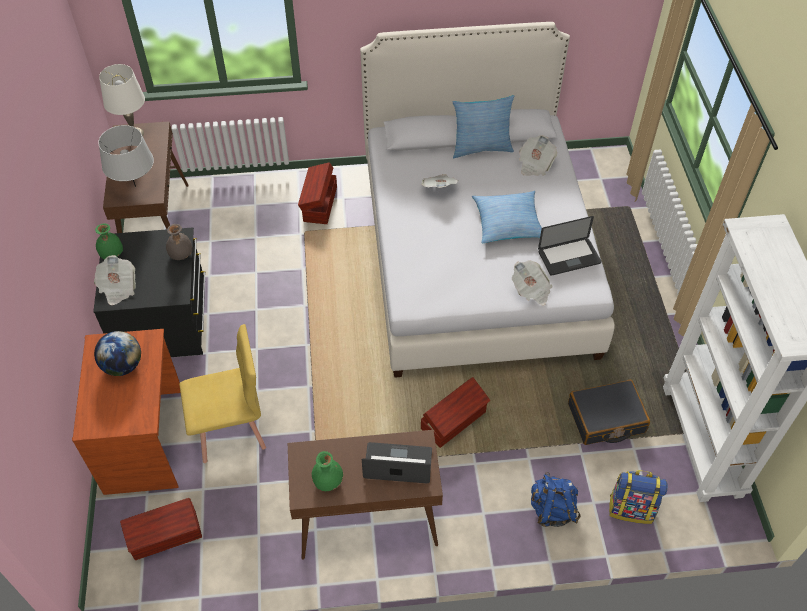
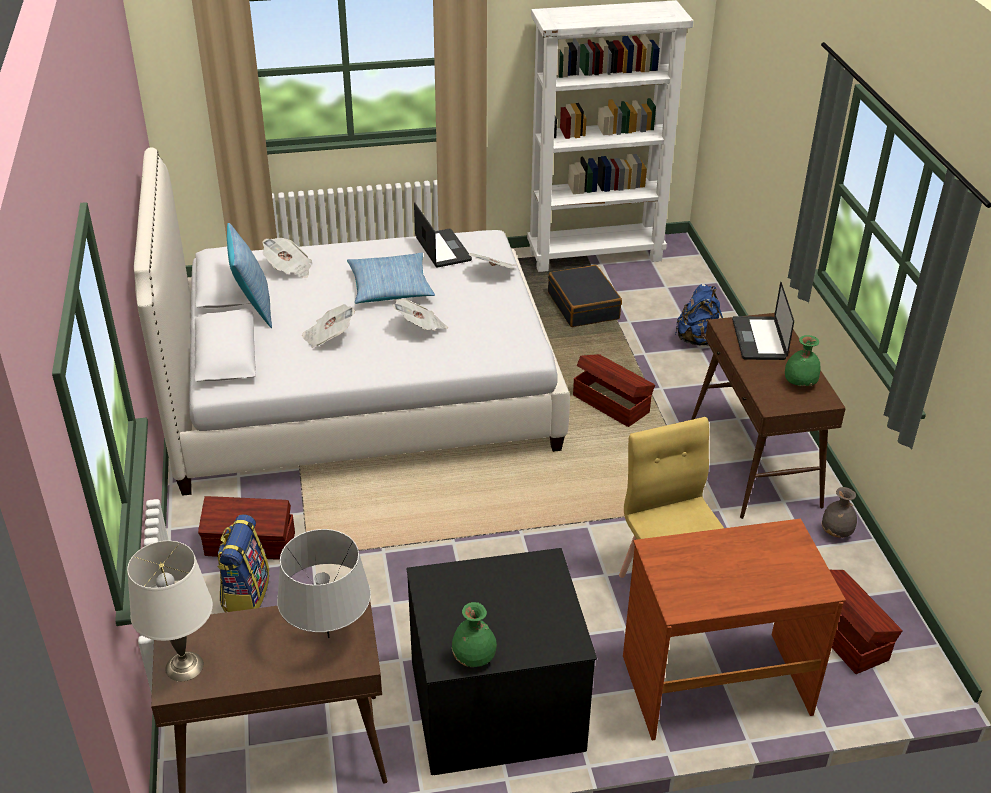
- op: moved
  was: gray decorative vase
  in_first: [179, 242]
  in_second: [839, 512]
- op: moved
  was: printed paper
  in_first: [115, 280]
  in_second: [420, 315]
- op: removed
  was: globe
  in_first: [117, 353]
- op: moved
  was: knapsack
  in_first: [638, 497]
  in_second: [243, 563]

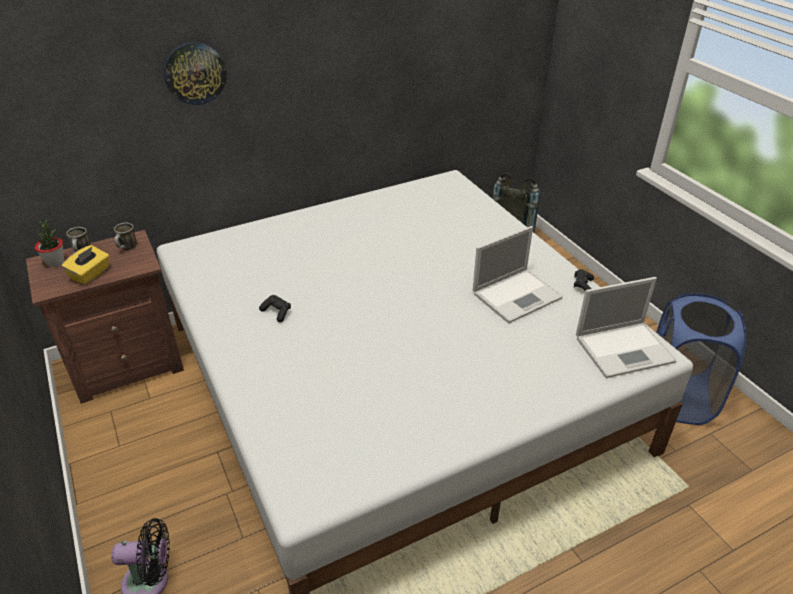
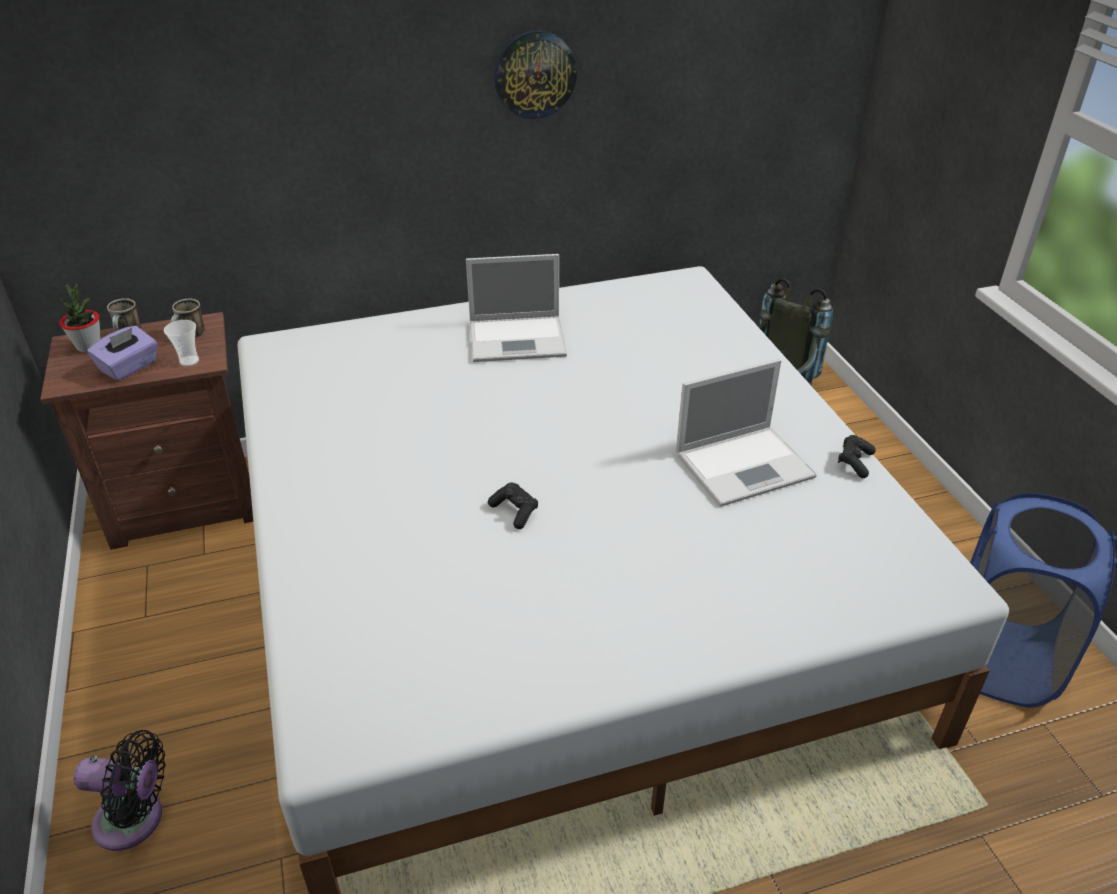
- op: moved
  was: wall clock
  in_first: [195, 73]
  in_second: [535, 74]
- op: recoloured
  was: yellowish box of tissues
  now: purple-coloured box of tissues
  in_first: [85, 265]
  in_second: [122, 353]
- op: moved
  was: portable computer
  in_first: [626, 327]
  in_second: [516, 308]
- op: moved
  was: black-coloured game controller
  in_first: [275, 308]
  in_second: [513, 505]
- op: added
  now: drinking cup
  in_second: [181, 343]

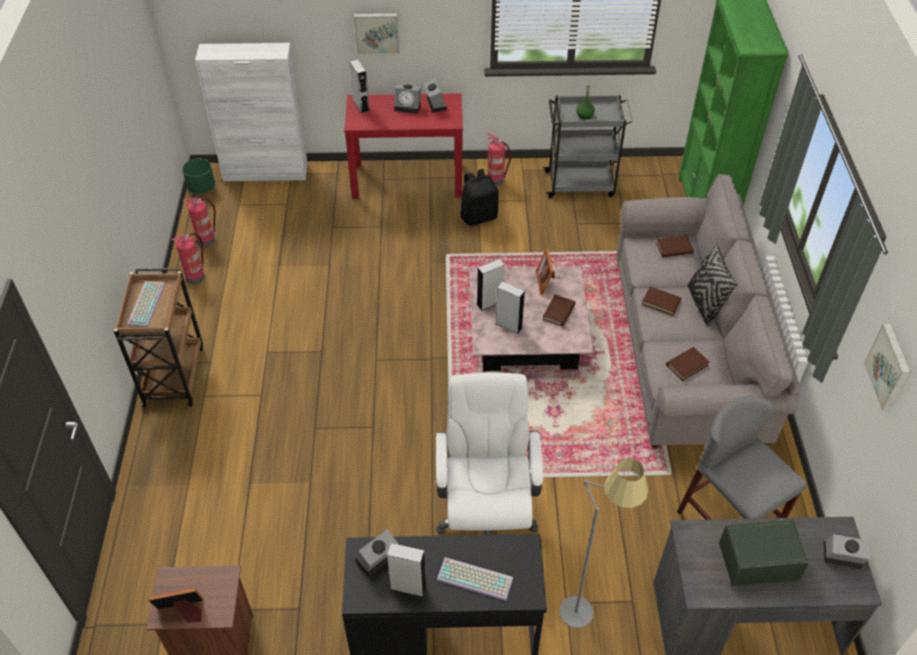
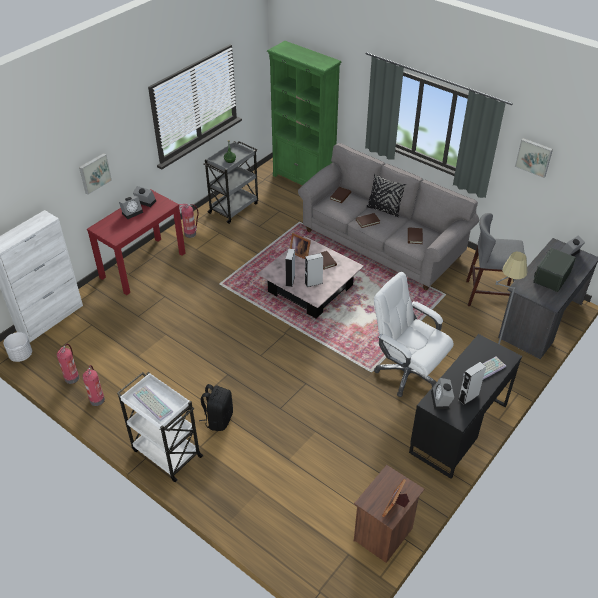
- op: removed
  was: gray speaker
  in_first: [359, 86]
- op: recoloured
  was: greenish planter
  now: whitish planter
  in_first: [198, 176]
  in_second: [18, 347]
- op: moved
  was: black-coloured knapsack
  in_first: [479, 197]
  in_second: [216, 407]
- op: recoloured
  was: brown-coloured cart
  now: whitish cart
  in_first: [158, 337]
  in_second: [160, 427]

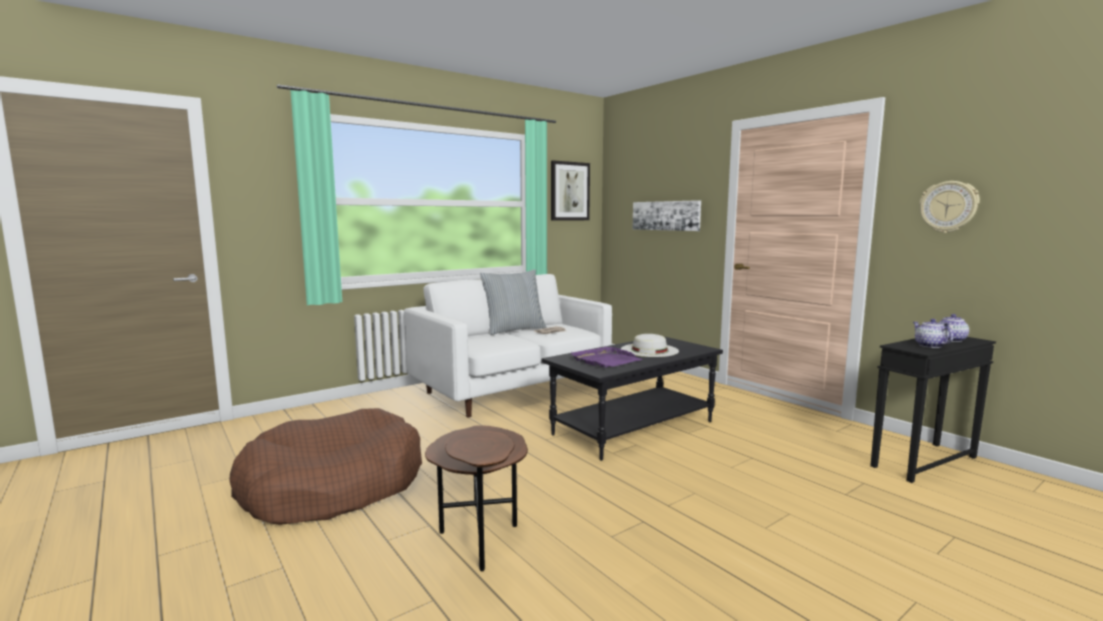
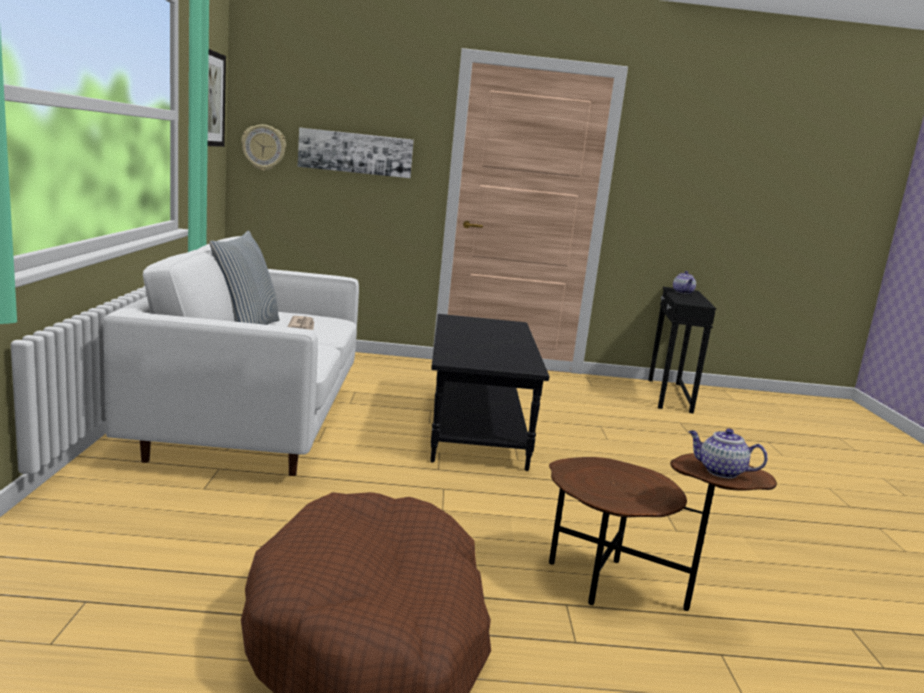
- op: moved
  was: wall clock
  in_first: [949, 207]
  in_second: [263, 148]
- op: moved
  was: pot for tea
  in_first: [933, 333]
  in_second: [728, 454]
- op: removed
  was: whitish hat
  in_first: [650, 345]
- op: removed
  was: purple-coloured tray
  in_first: [606, 357]

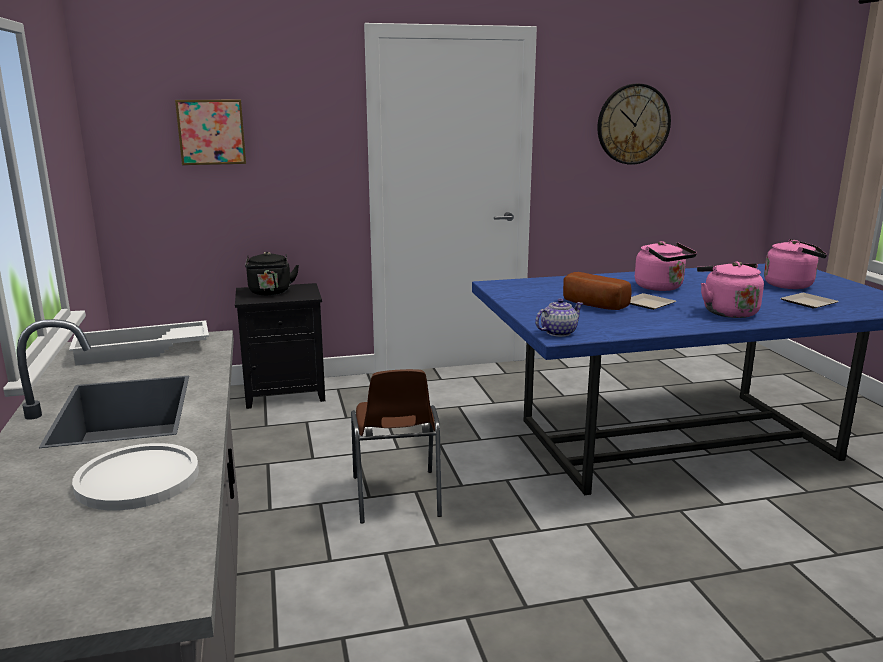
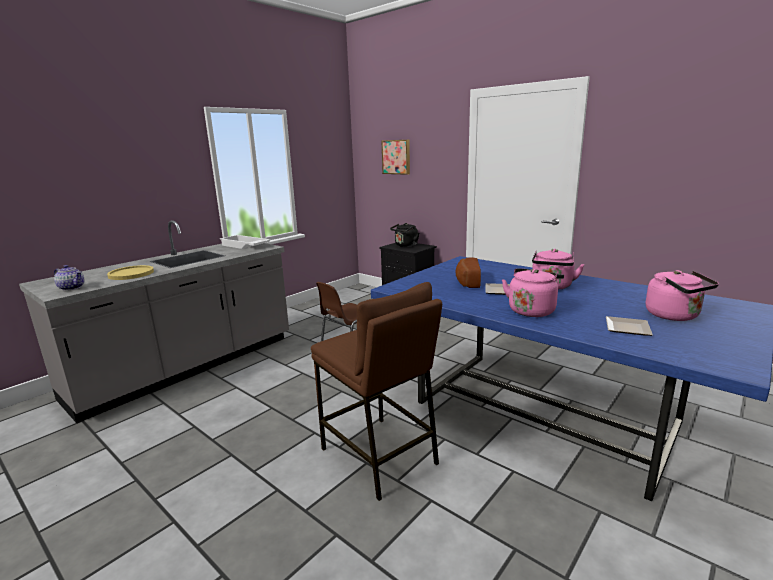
- op: removed
  was: wall clock
  in_first: [634, 124]
- op: moved
  was: pot for tea
  in_first: [559, 317]
  in_second: [69, 278]
- op: recoloured
  was: whitish flat dish
  now: yellowish flat dish
  in_first: [135, 476]
  in_second: [130, 272]
- op: added
  now: brown-coloured sitting stool
  in_second: [376, 391]

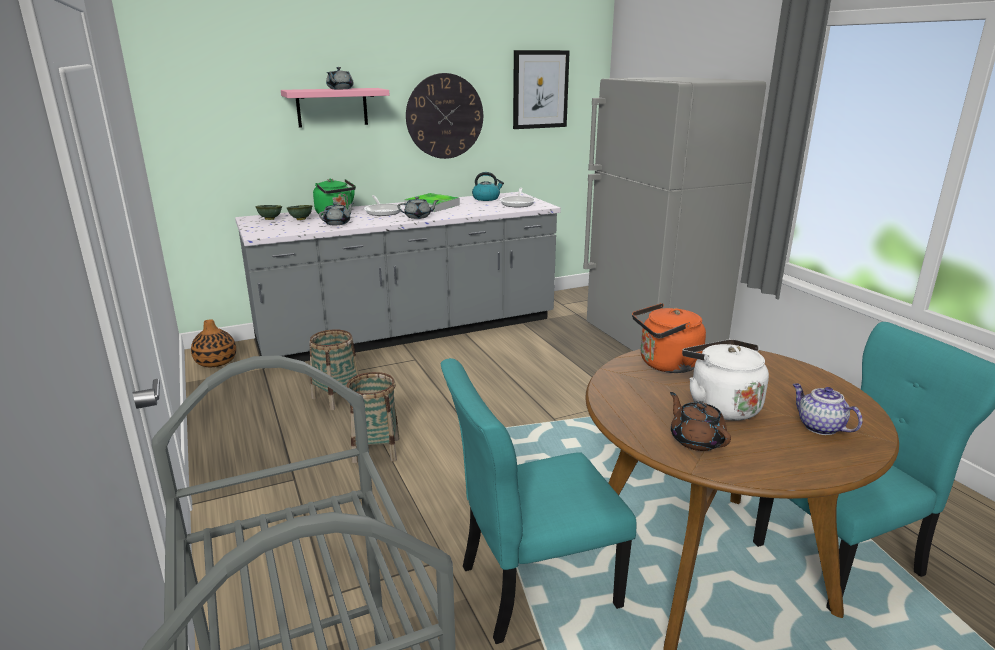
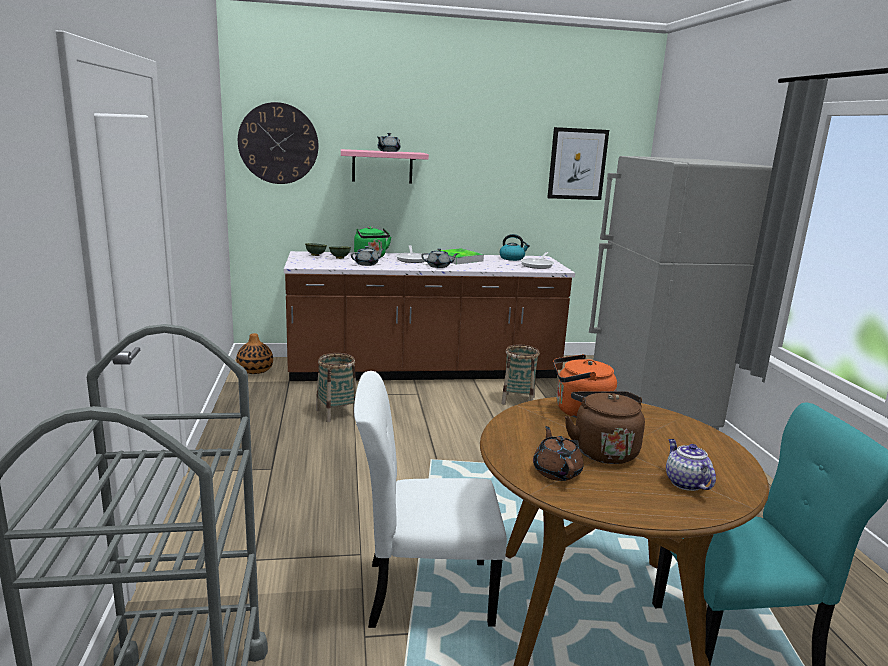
- op: moved
  was: wall clock
  in_first: [444, 116]
  in_second: [278, 143]
- op: recoloured
  was: gray counter
  now: brown-coloured counter
  in_first: [398, 280]
  in_second: [429, 316]
- op: recoloured
  was: whitish tea kettle
  now: brown-coloured tea kettle
  in_first: [725, 380]
  in_second: [605, 427]
- op: recoloured
  was: blue-green chair
  now: whitish chair
  in_first: [539, 501]
  in_second: [430, 499]
- op: moved
  was: household basket
  in_first: [373, 417]
  in_second: [520, 375]

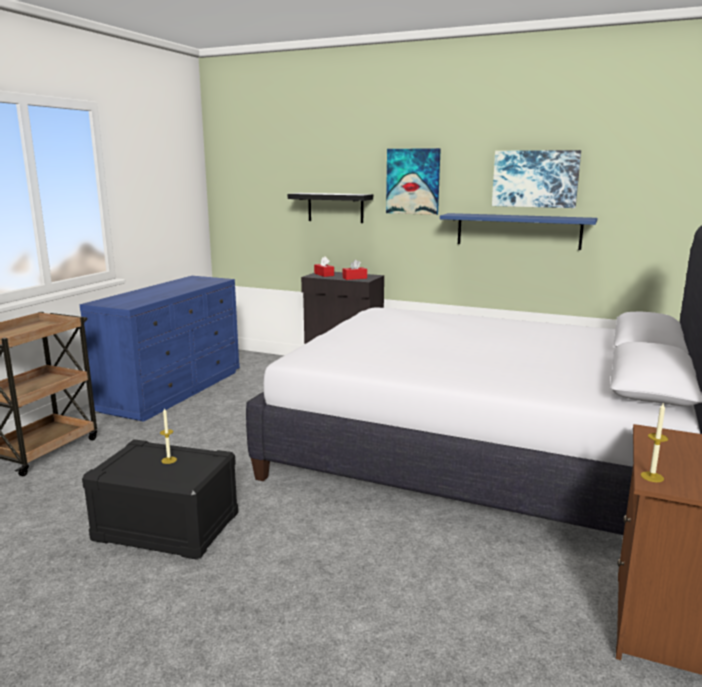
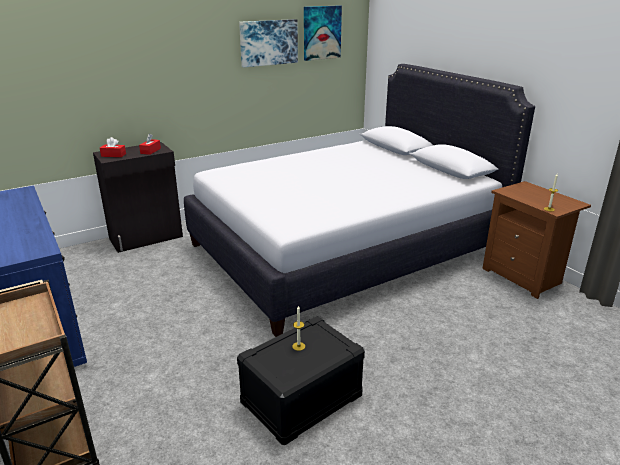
- op: moved
  was: wall art
  in_first: [413, 181]
  in_second: [323, 33]
- op: removed
  was: black-coloured wall shelf
  in_first: [330, 208]
- op: removed
  was: blue-coloured wall shelf
  in_first: [518, 231]

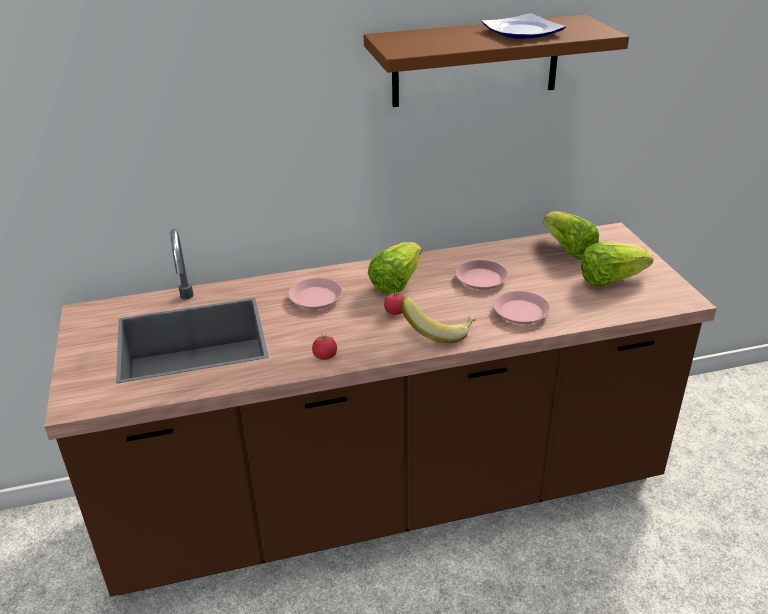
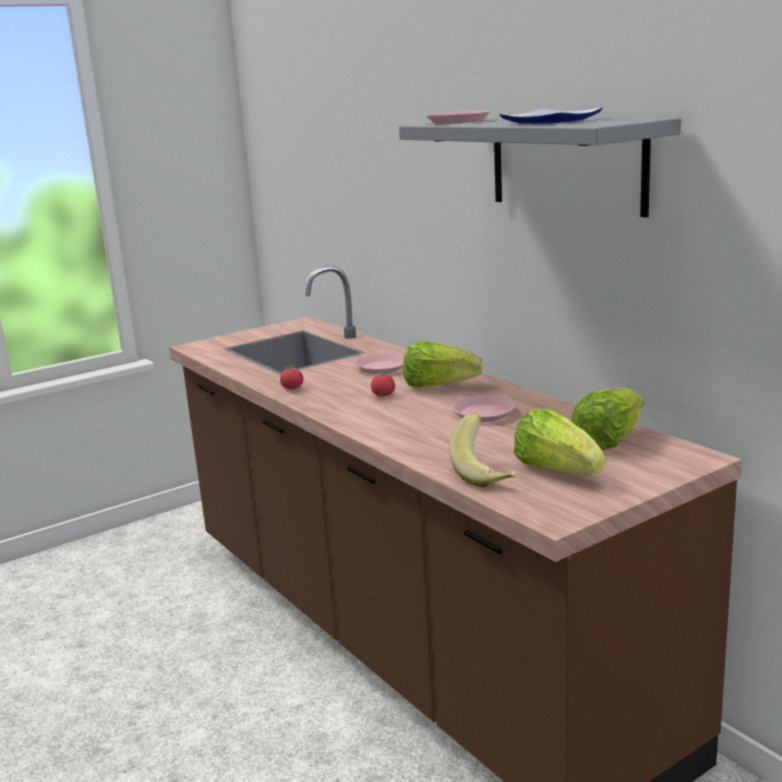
- op: recoloured
  was: brown-coloured wall shelf
  now: gray wall shelf
  in_first: [496, 61]
  in_second: [540, 168]
- op: moved
  was: pinkish flat dish
  in_first: [522, 307]
  in_second: [458, 117]
- op: moved
  was: banana fruit
  in_first: [438, 320]
  in_second: [482, 450]

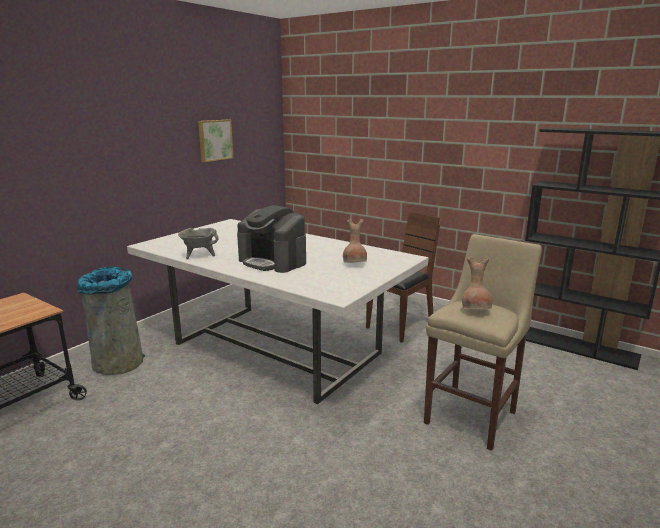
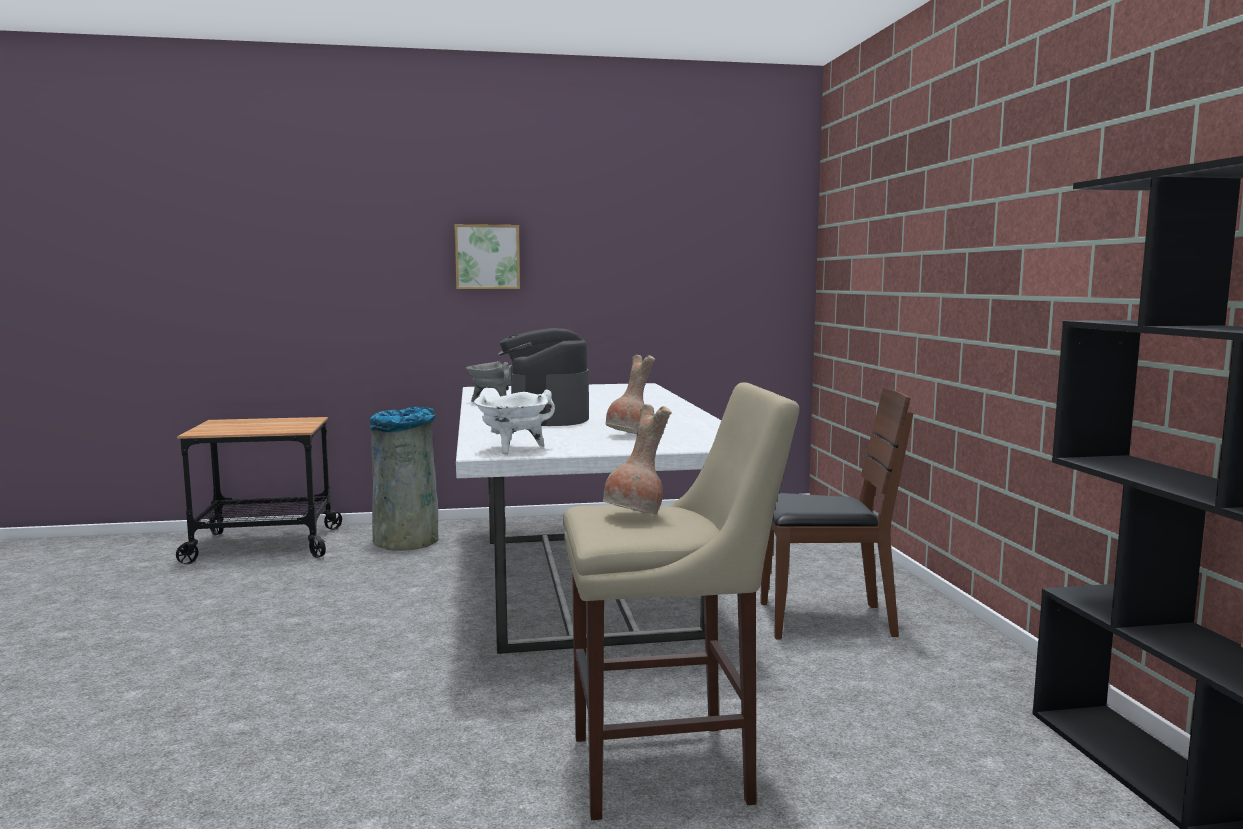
- op: moved
  was: wall art
  in_first: [215, 141]
  in_second: [487, 256]
- op: added
  now: whitish cooking pot
  in_second: [514, 422]

